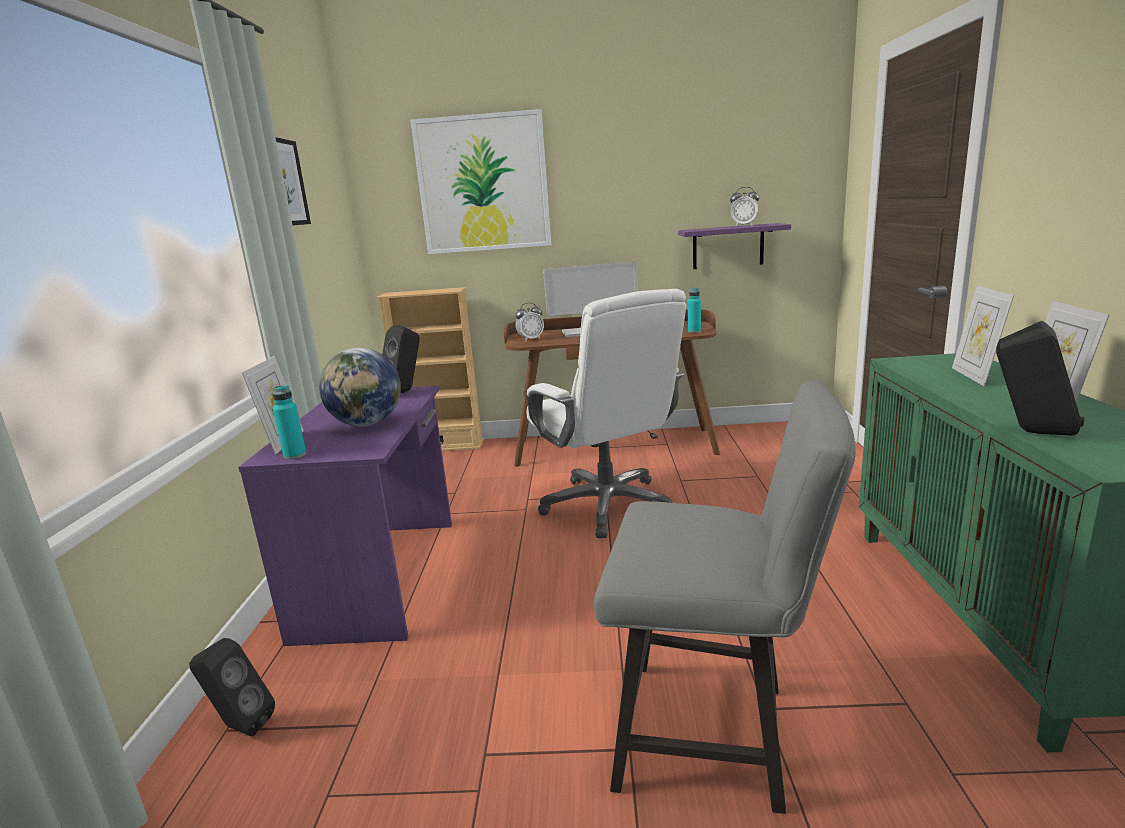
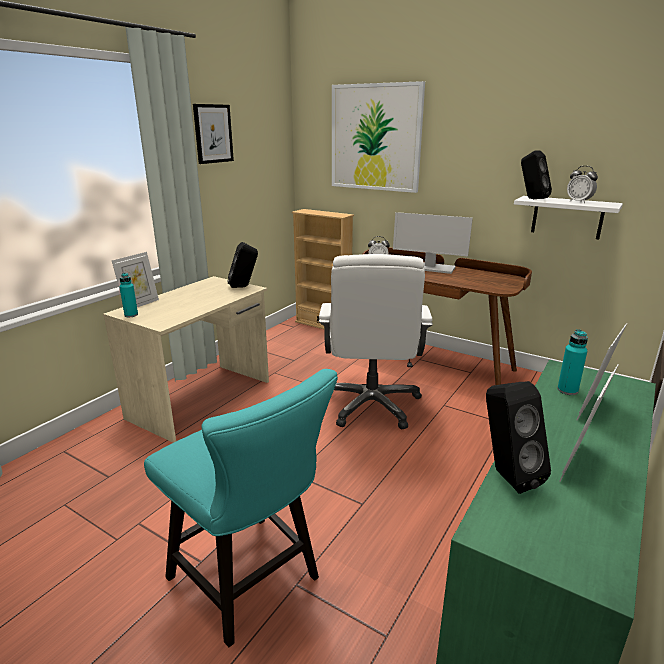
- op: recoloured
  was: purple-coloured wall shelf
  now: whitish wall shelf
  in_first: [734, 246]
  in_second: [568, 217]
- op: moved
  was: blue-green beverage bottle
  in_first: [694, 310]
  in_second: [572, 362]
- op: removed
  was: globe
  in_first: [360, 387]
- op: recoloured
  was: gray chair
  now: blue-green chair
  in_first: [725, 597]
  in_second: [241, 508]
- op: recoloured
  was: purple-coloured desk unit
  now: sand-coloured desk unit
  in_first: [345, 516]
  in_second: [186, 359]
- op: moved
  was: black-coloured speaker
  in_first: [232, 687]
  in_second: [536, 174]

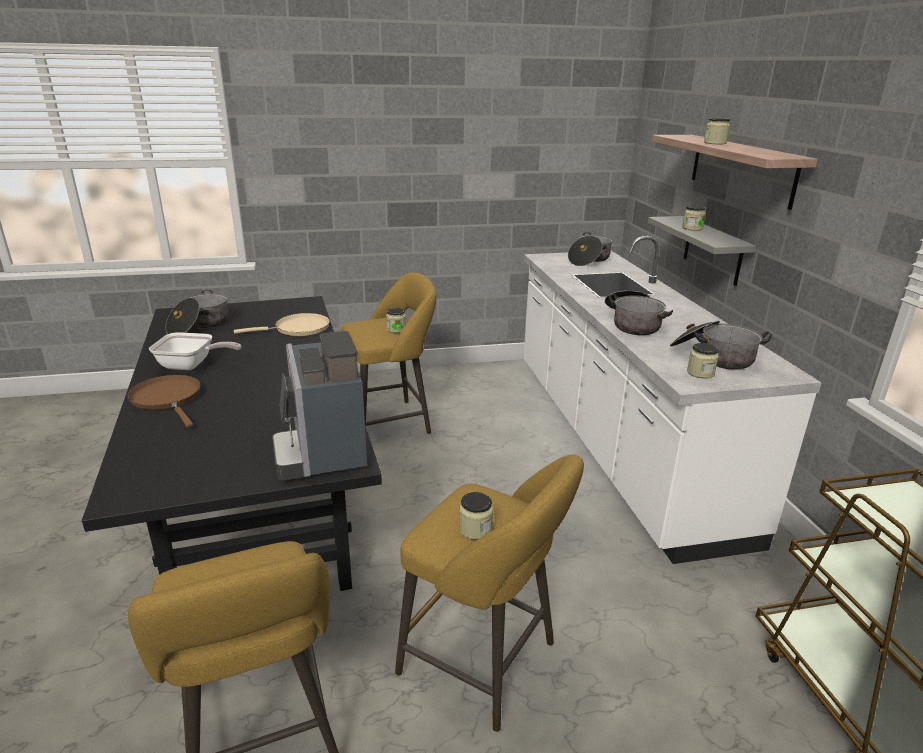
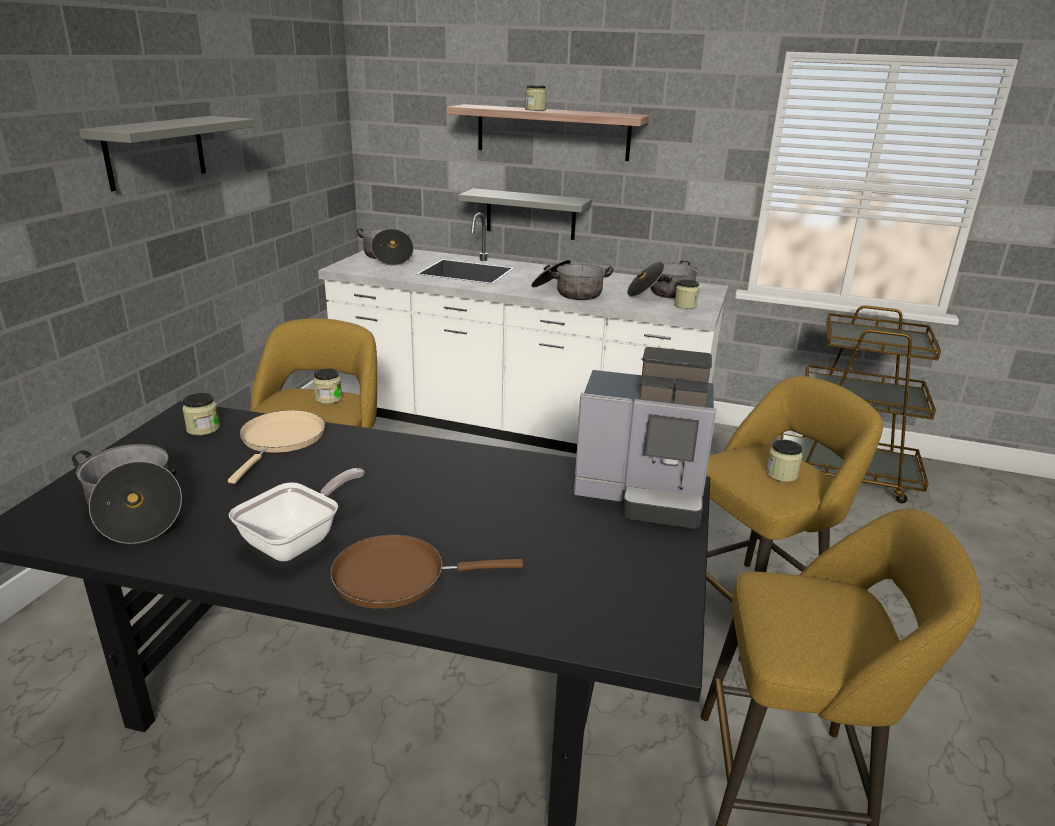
- op: moved
  was: jar
  in_first: [694, 218]
  in_second: [201, 414]
- op: added
  now: gray wall shelf
  in_second: [166, 153]

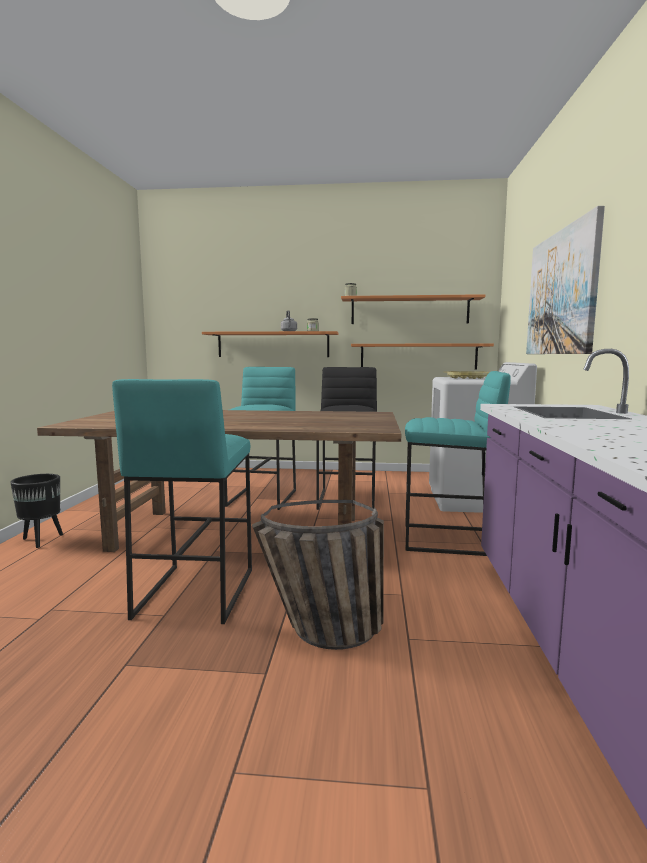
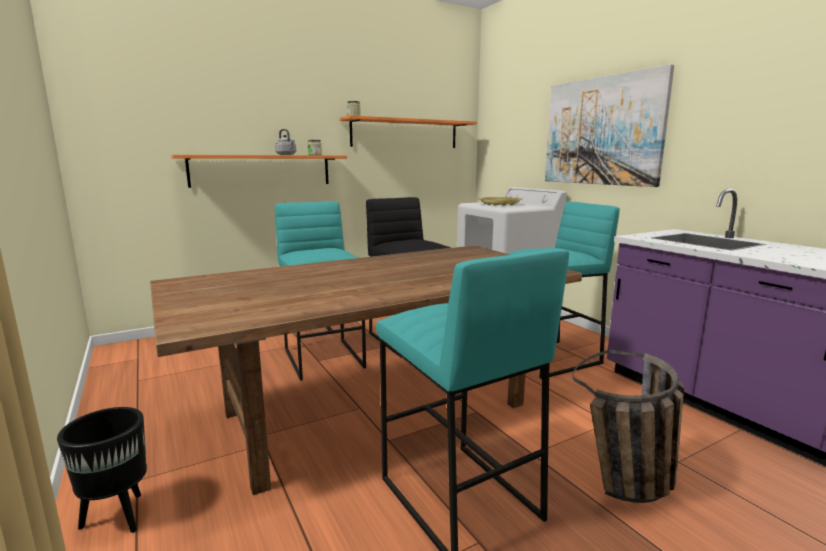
- op: removed
  was: orange-coloured wall shelf
  in_first: [422, 356]

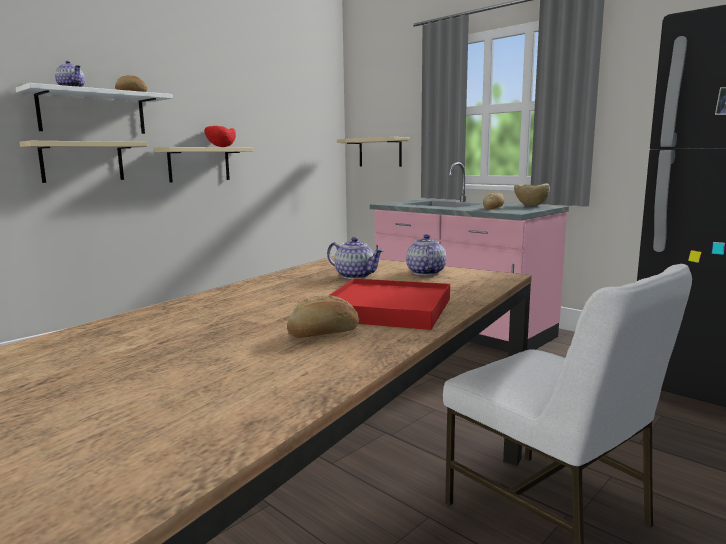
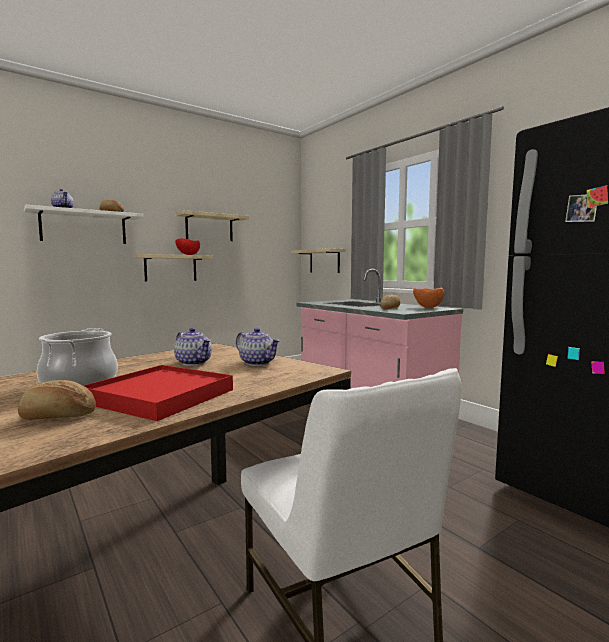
- op: moved
  was: sand-coloured wall shelf
  in_first: [84, 162]
  in_second: [212, 225]
- op: recoloured
  was: sand-coloured deep dish
  now: orange-coloured deep dish
  in_first: [532, 194]
  in_second: [429, 298]
- op: turned
  was: pot for tea
  in_first: [426, 255]
  in_second: [258, 347]
  clockwise: 120
- op: added
  now: cooking pot
  in_second: [77, 356]

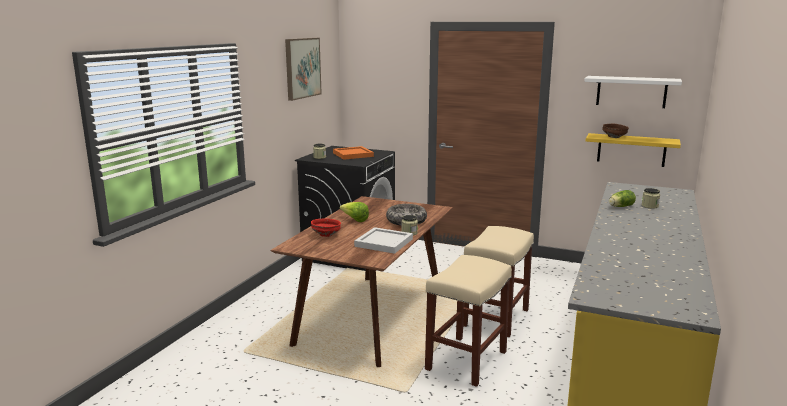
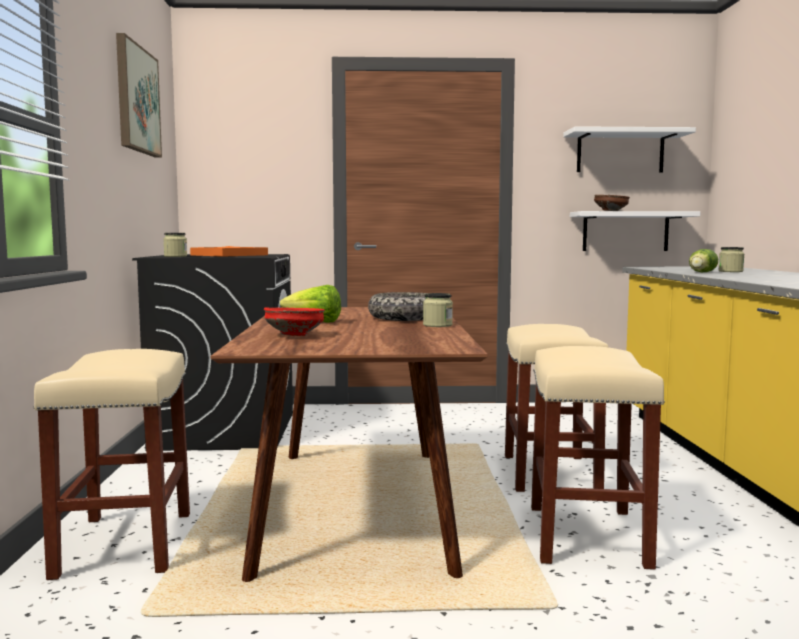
- op: recoloured
  was: yellowish wall shelf
  now: whitish wall shelf
  in_first: [633, 150]
  in_second: [635, 231]
- op: removed
  was: whitish tray
  in_first: [383, 240]
- op: added
  now: sand-coloured sitting stool
  in_second: [112, 464]

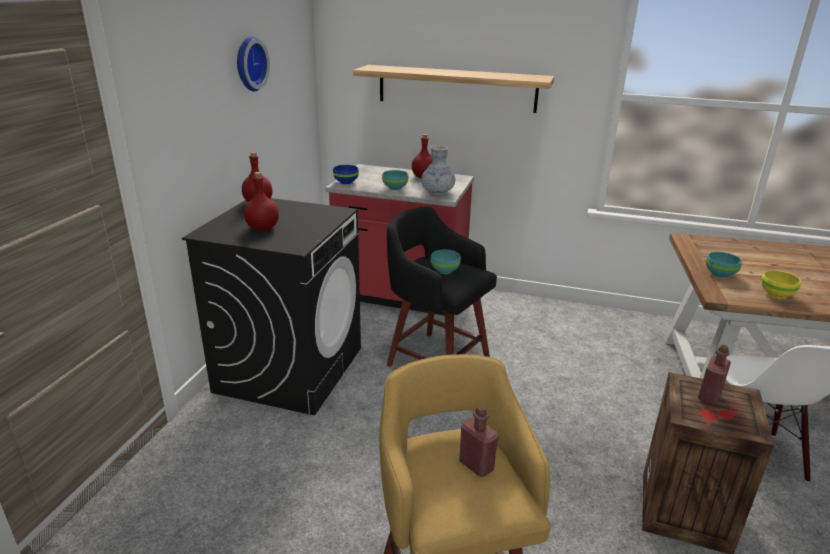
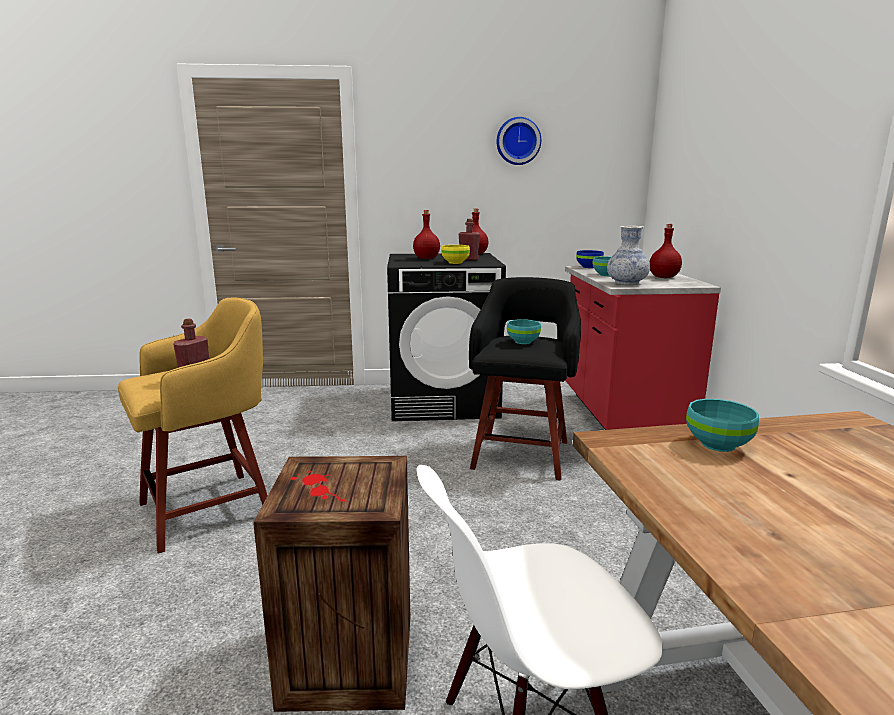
- op: removed
  was: wall shelf
  in_first: [454, 89]
- op: moved
  was: yellowish deep dish
  in_first: [781, 284]
  in_second: [455, 254]
- op: moved
  was: reddish beverage bottle
  in_first: [714, 375]
  in_second: [469, 239]

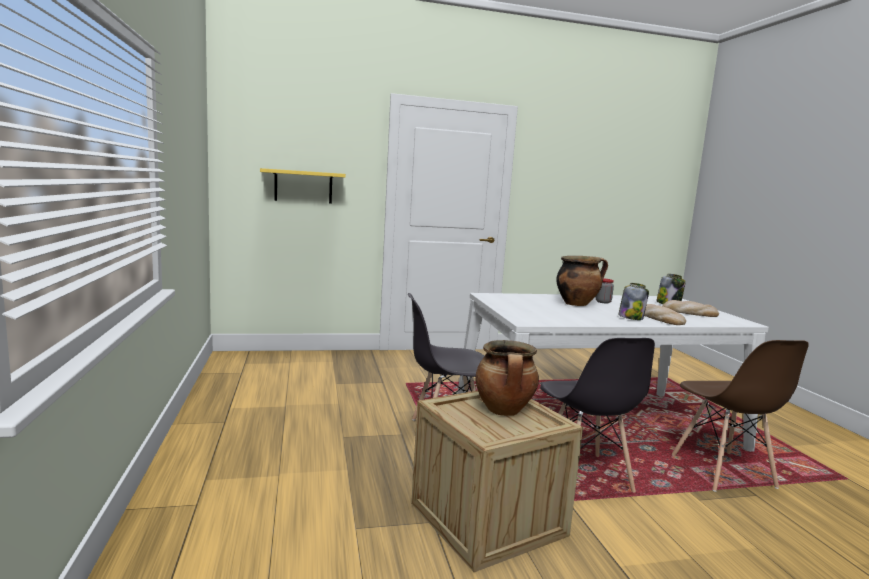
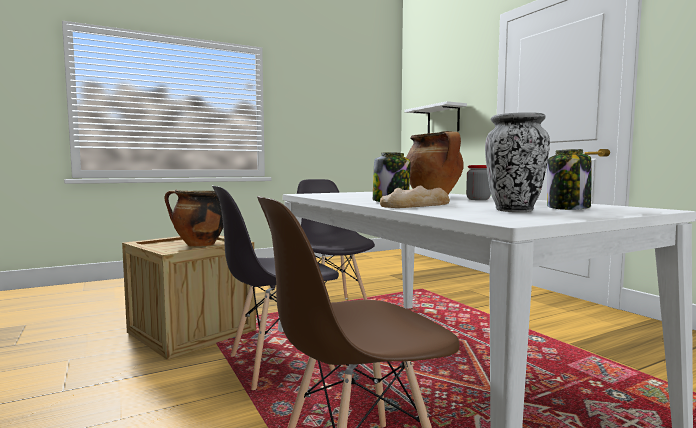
- op: recoloured
  was: yellowish wall shelf
  now: whitish wall shelf
  in_first: [303, 186]
  in_second: [435, 117]
- op: replaced
  was: baked bread
  now: decorative vase
  in_first: [690, 308]
  in_second: [517, 162]

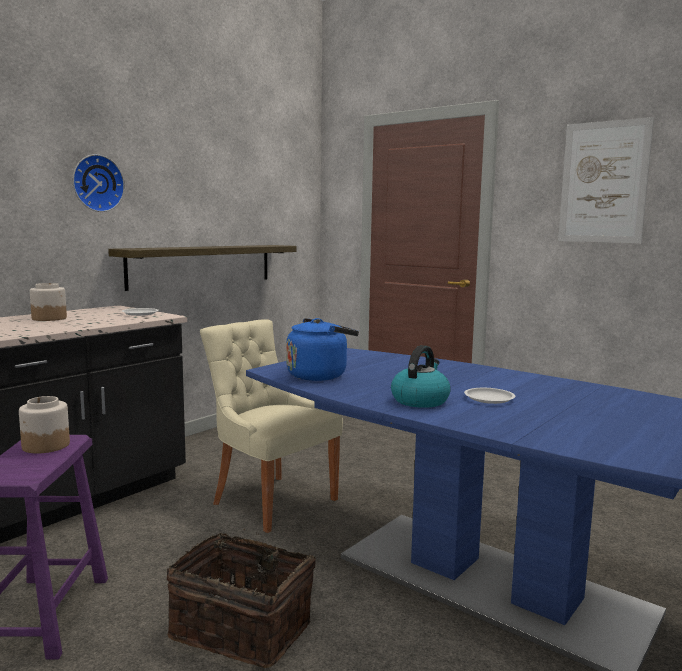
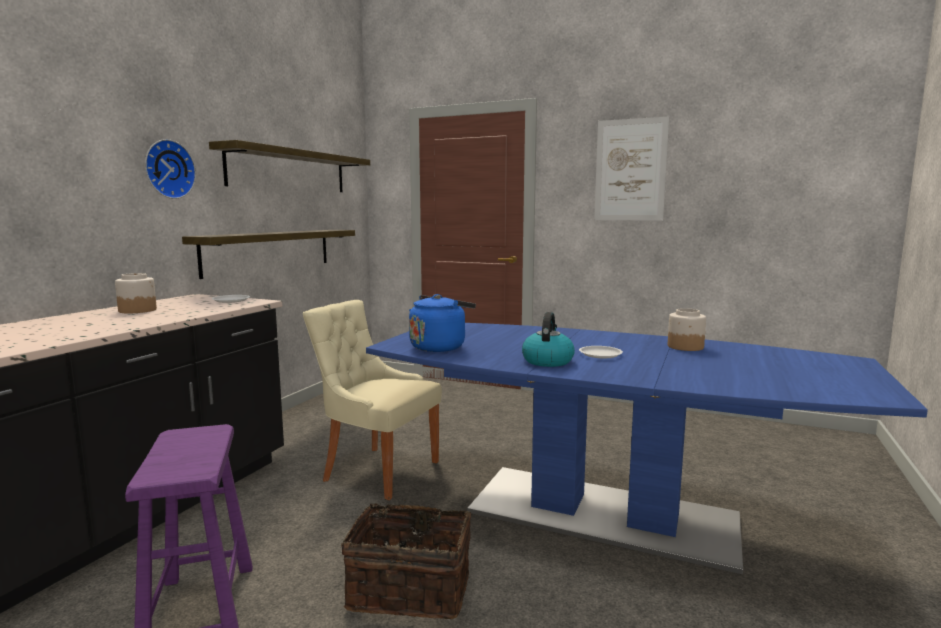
- op: moved
  was: jar
  in_first: [44, 425]
  in_second: [687, 329]
- op: added
  now: wall shelf
  in_second: [289, 166]

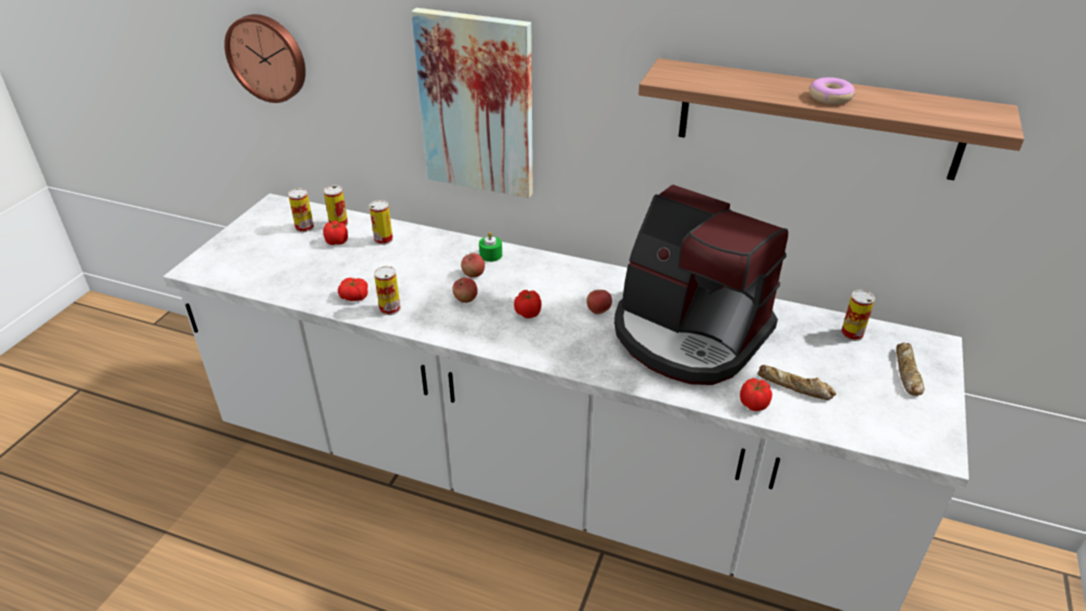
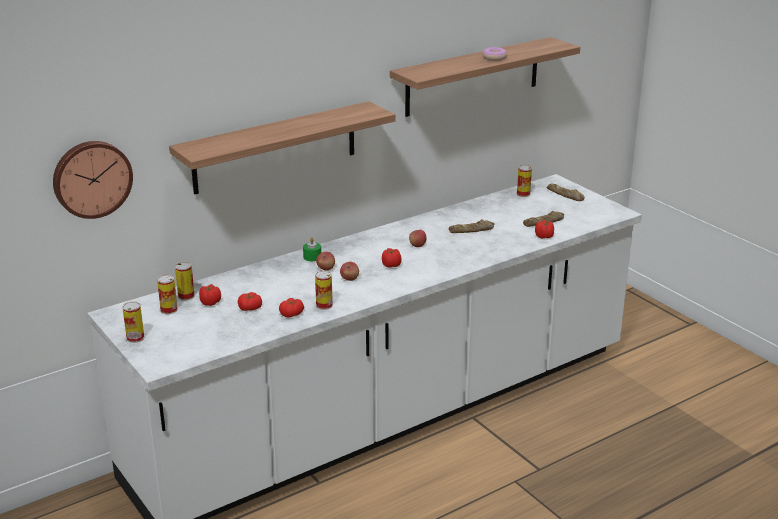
- op: replaced
  was: wall art
  now: wall shelf
  in_first: [472, 103]
  in_second: [282, 148]
- op: replaced
  was: coffee machine
  now: baked bread
  in_first: [701, 284]
  in_second: [472, 226]
- op: moved
  was: metal can
  in_first: [381, 222]
  in_second: [133, 322]
- op: added
  now: tomato
  in_second: [250, 301]

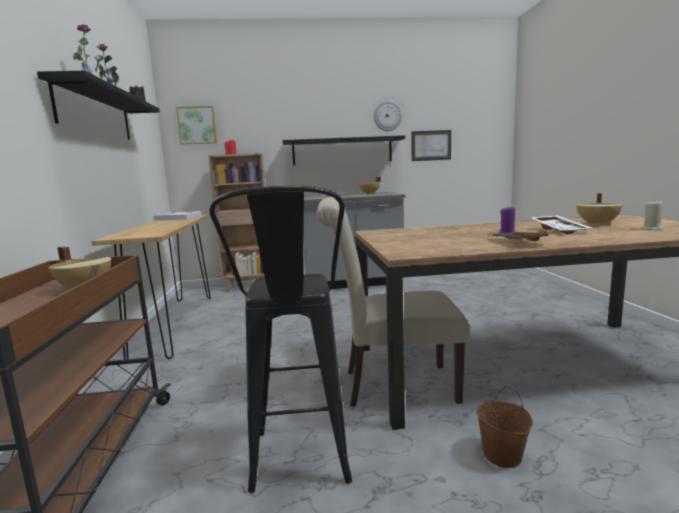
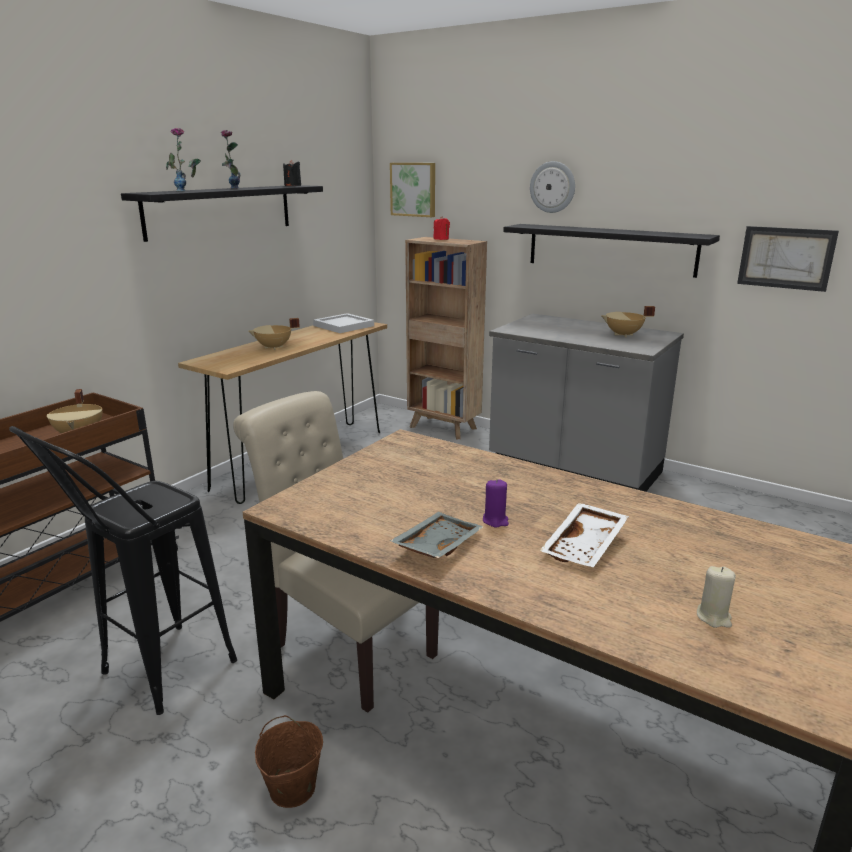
- op: moved
  was: wall clock
  in_first: [388, 116]
  in_second: [552, 187]
- op: moved
  was: sand-coloured cooking pot
  in_first: [599, 209]
  in_second: [274, 334]

